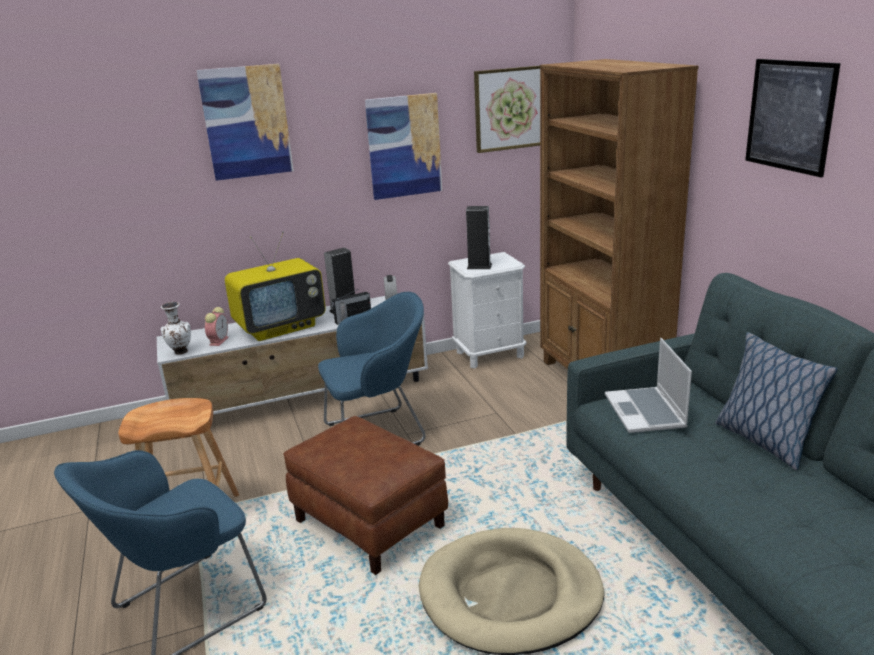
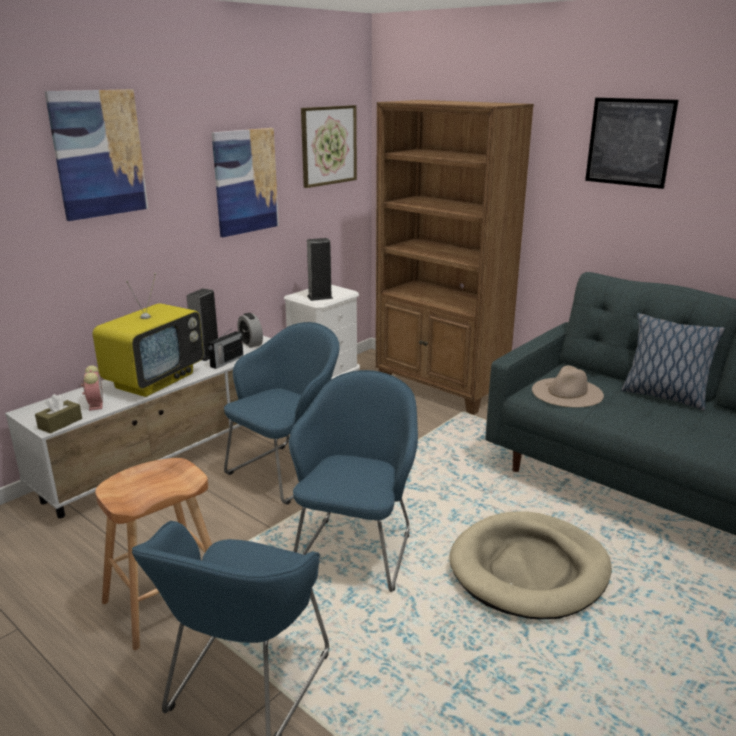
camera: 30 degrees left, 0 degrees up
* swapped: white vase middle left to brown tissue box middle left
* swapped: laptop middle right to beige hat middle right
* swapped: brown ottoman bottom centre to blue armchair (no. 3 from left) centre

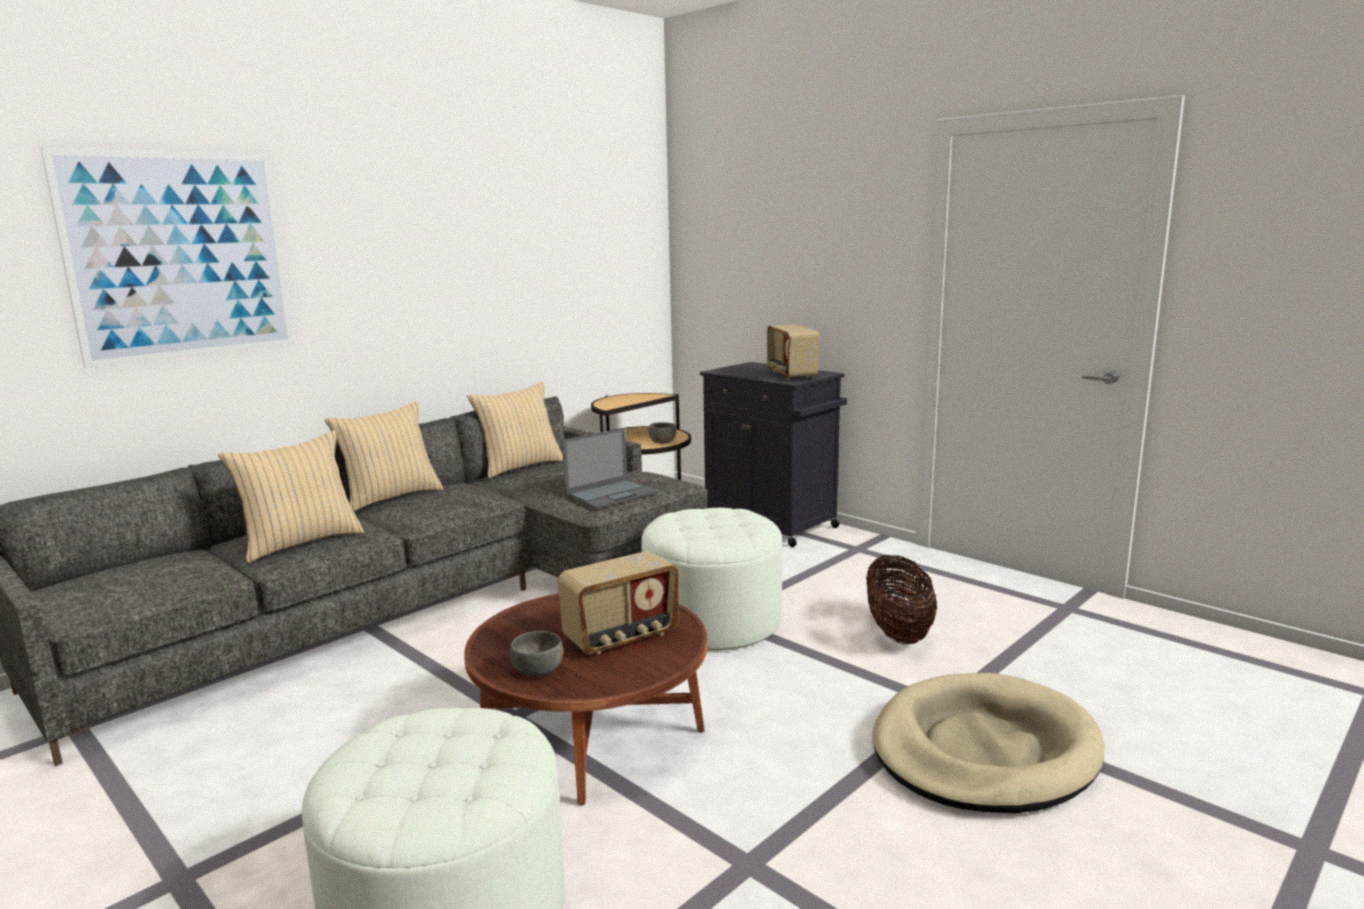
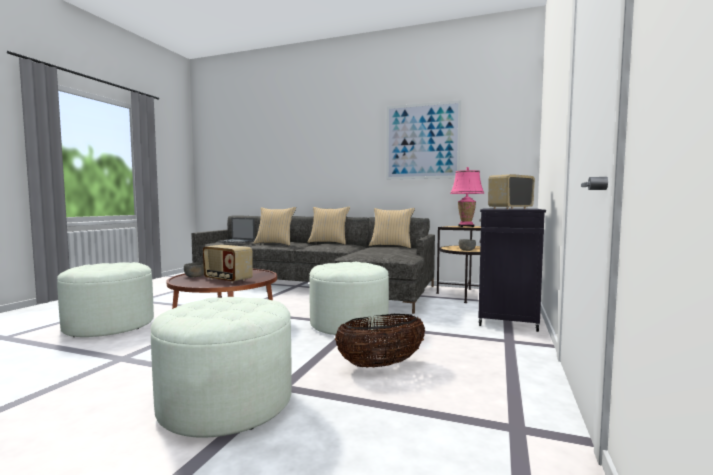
camera: 65 degrees right, 10 degrees down
* shifted: picture top left to top centre
* shifted: laptop centre to middle left
* swapped: beige dog bed bottom right to white ottoman (no. 2 from left) bottom left
* new: pink table lamp centre

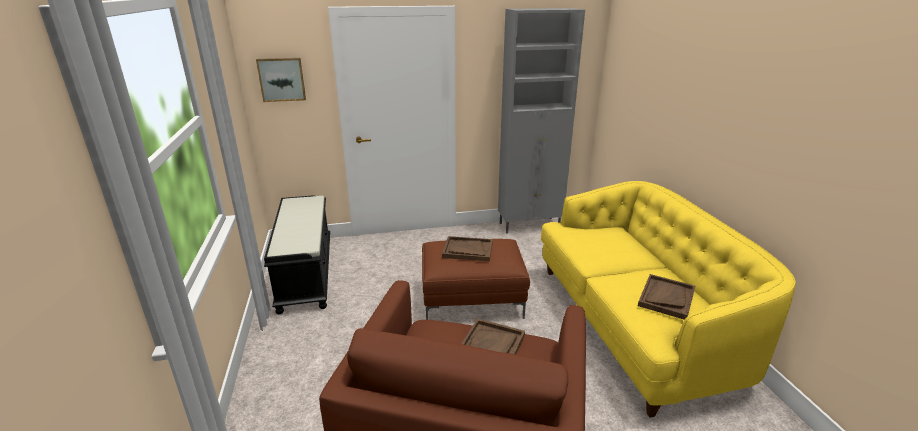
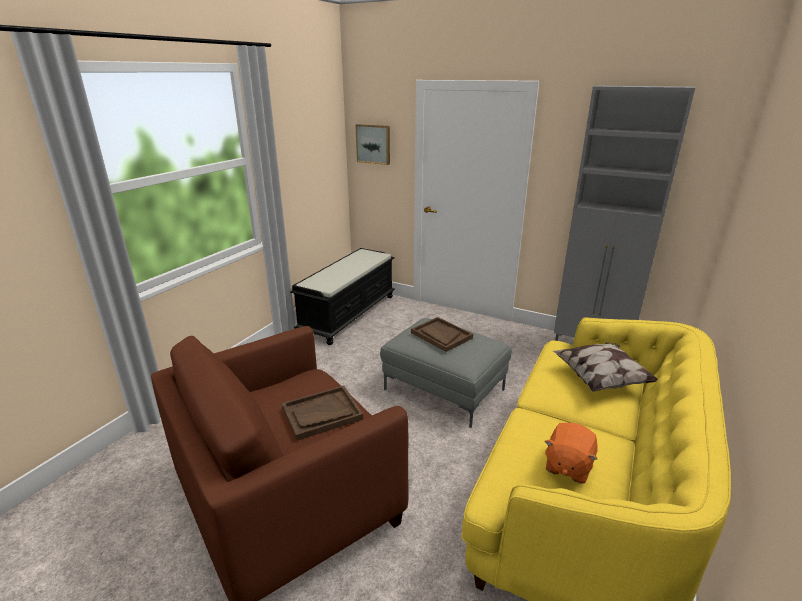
camera: 40 degrees right, 0 degrees up
* repainted: brown ottoman centre to grey ottoman centre
* swapped: brown tray (no. 3 from left) bottom right to orange plush toy bottom right
* new: pillow middle right

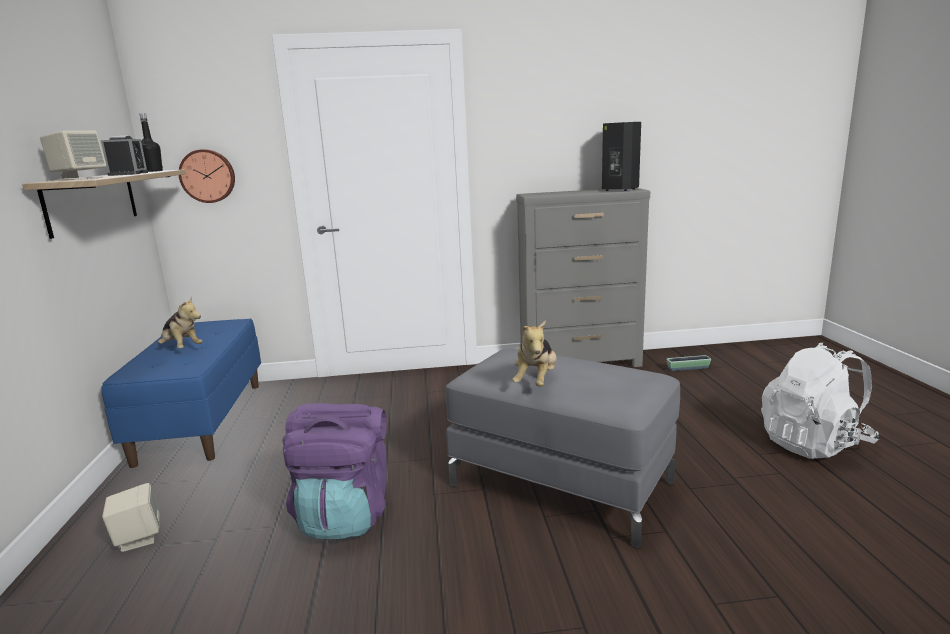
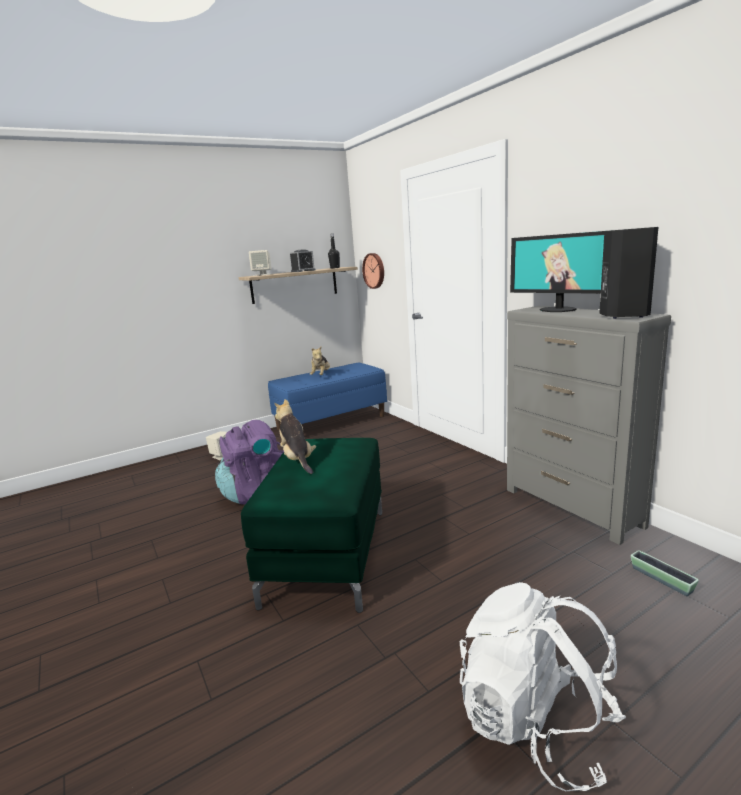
camera: 65 degrees right, 0 degrees up
* rotated: plush toy (no. 2 from left in the first image) centre = centre 75 degrees clockwise
* repainted: grey ottoman bottom centre to green ottoman centre
* new: monitor middle right

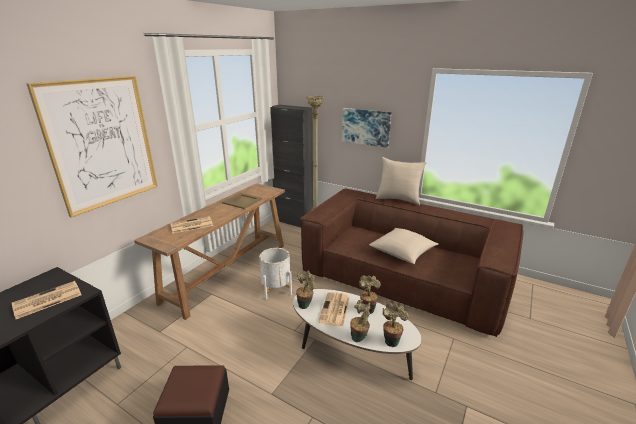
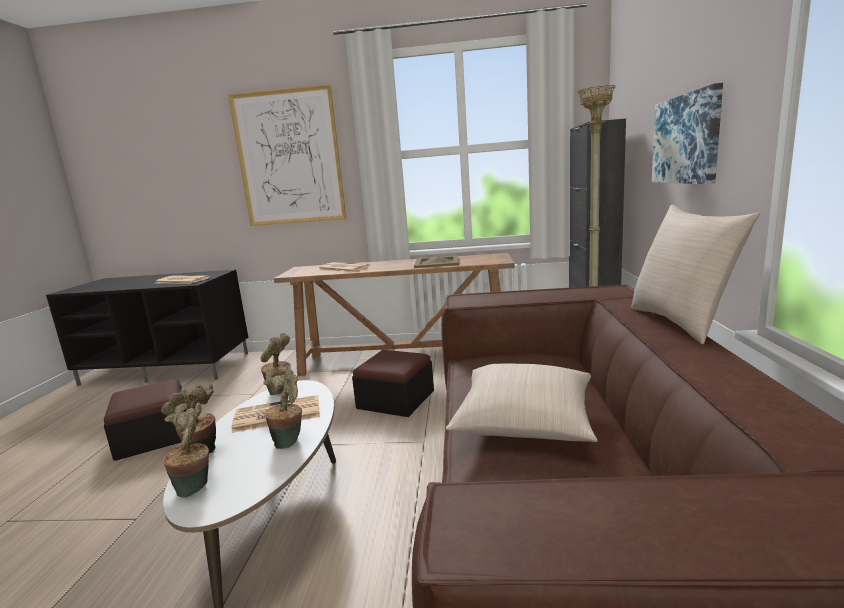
camera: 65 degrees right, 10 degrees down
* swapped: white planter centre to ottoman (no. 2 from left) centre

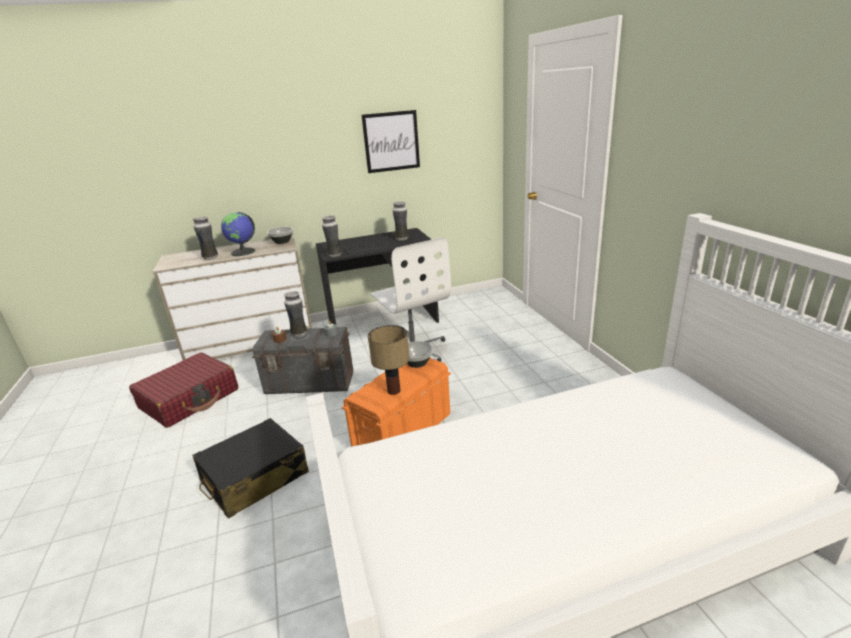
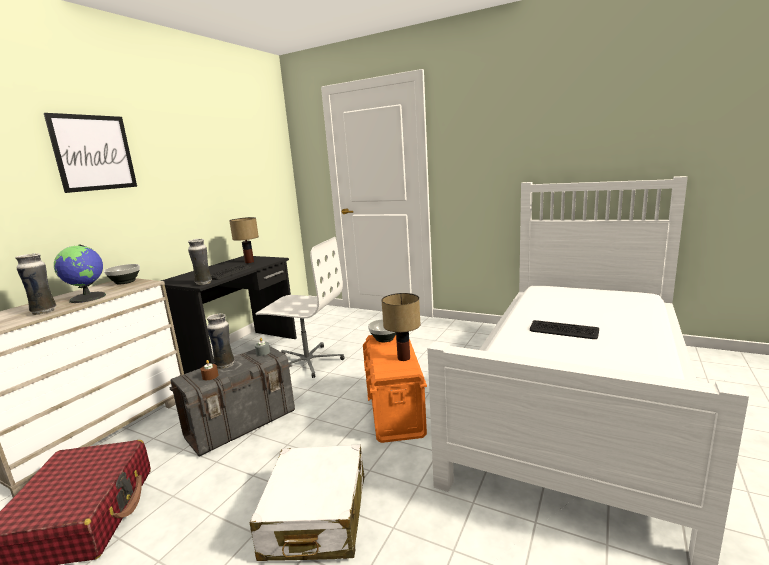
camera: 45 degrees left, 10 degrees down
* shifted: picture top centre to top left
* swapped: vase (no. 4 from left) centre to table lamp (no. 1 from left) middle left
* repainted: black suitcase bottom left to white suitcase bottom centre
* new: keyboard (no. 2 from left) middle right

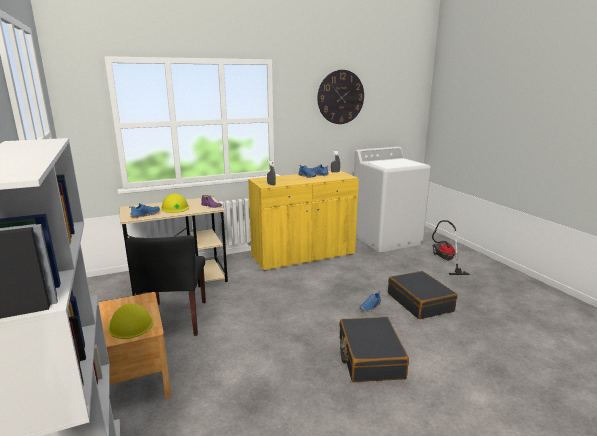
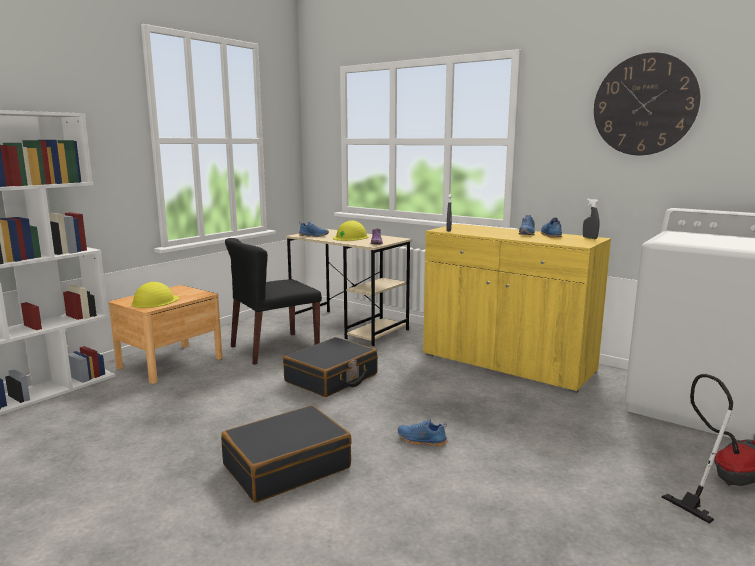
camera: 60 degrees right, 5 degrees down
* shifted: black suitcase (no. 2 from left) bottom right to centre

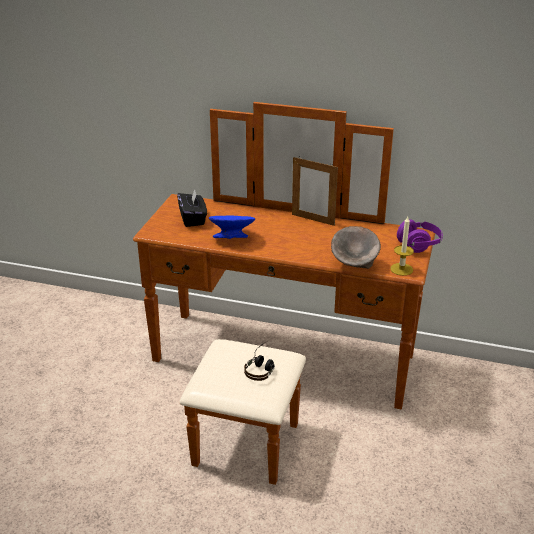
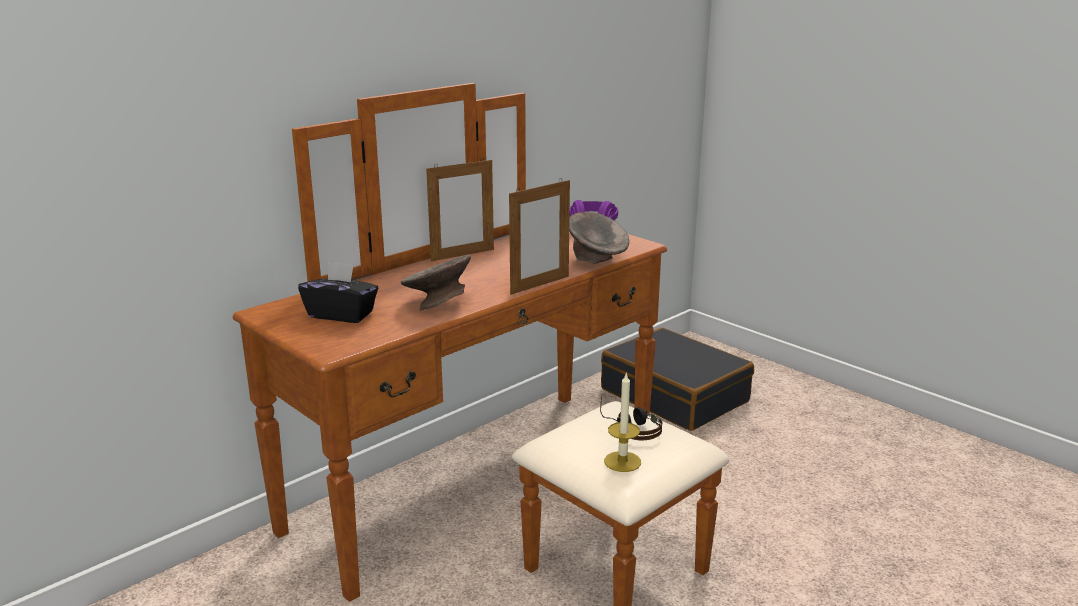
camera: 60 degrees left, 10 degrees down
* repainted: blue bowl centre to grey bowl (no. 1 from left) centre
* shifted: candle middle right to bottom centre
* new: picture frame (no. 2 from left) centre
* new: black suitcase centre

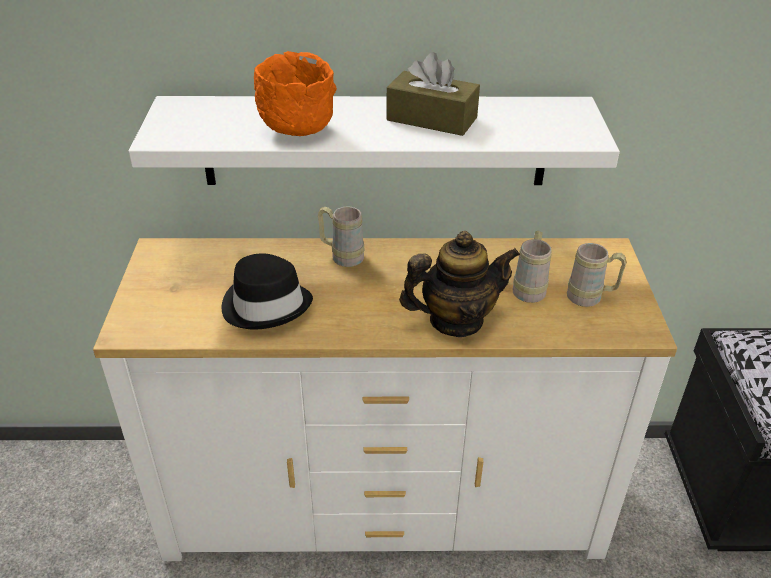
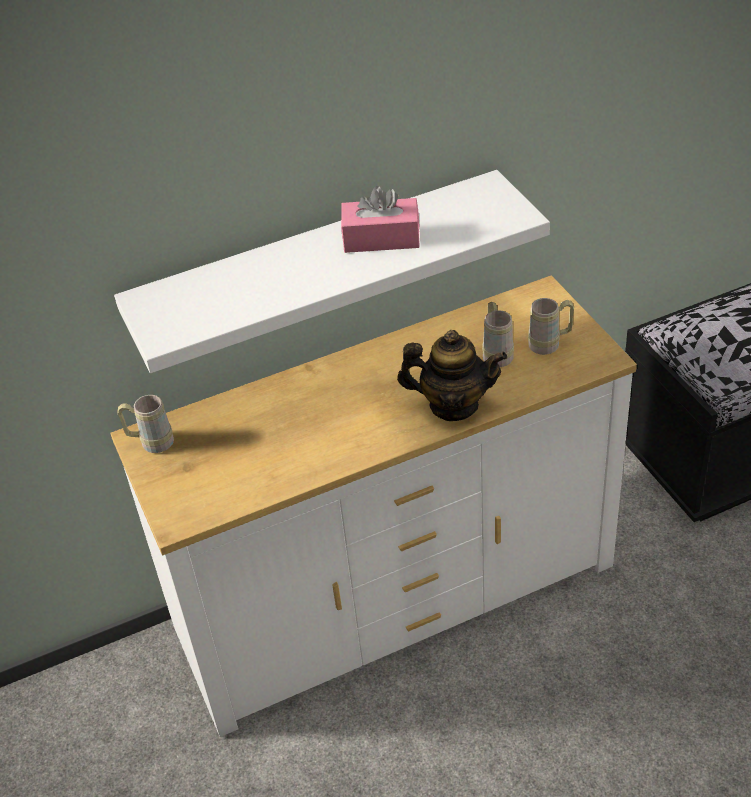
camera: 20 degrees left, 5 degrees up
* gone: orange bowl top centre
* repainted: brown tissue box top centre to pink tissue box top centre
* shifted: beige mug (no. 1 from left) centre to middle left
* rotated: teapot centre = centre 45 degrees clockwise
* gone: black hat centre

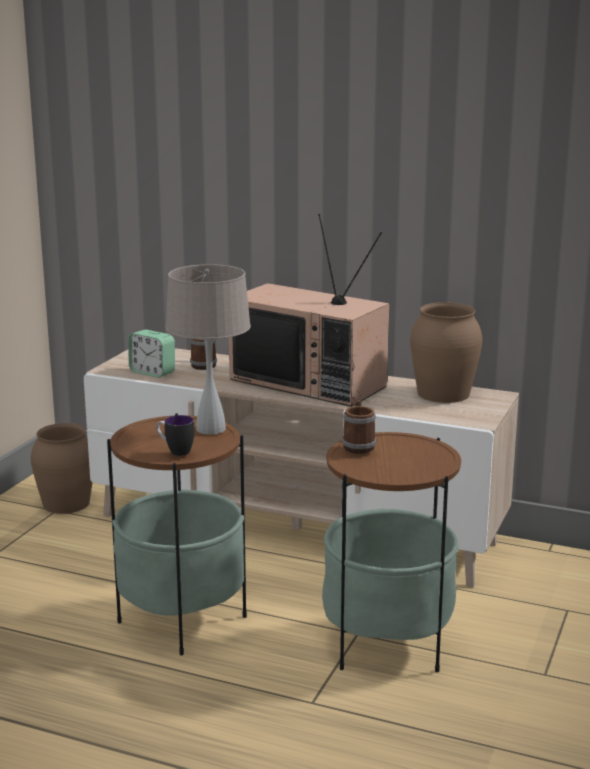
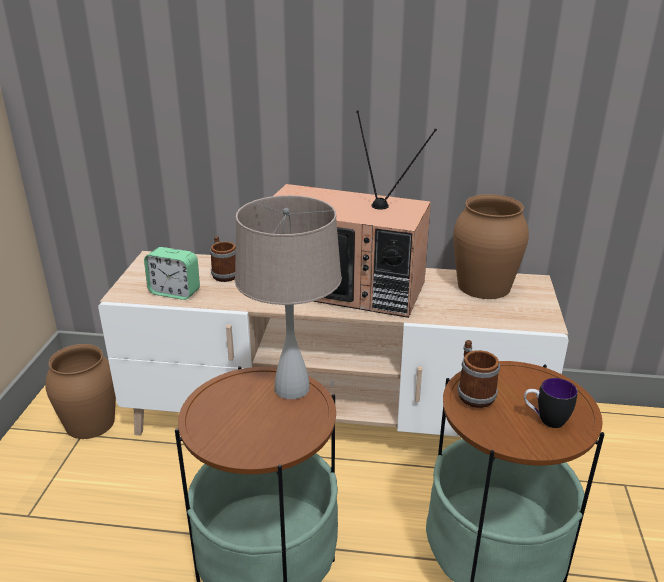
camera: 15 degrees left, 10 degrees up
* shifted: mug (no. 1 from left in the first image) middle left to mug (no. 3 from left) bottom right

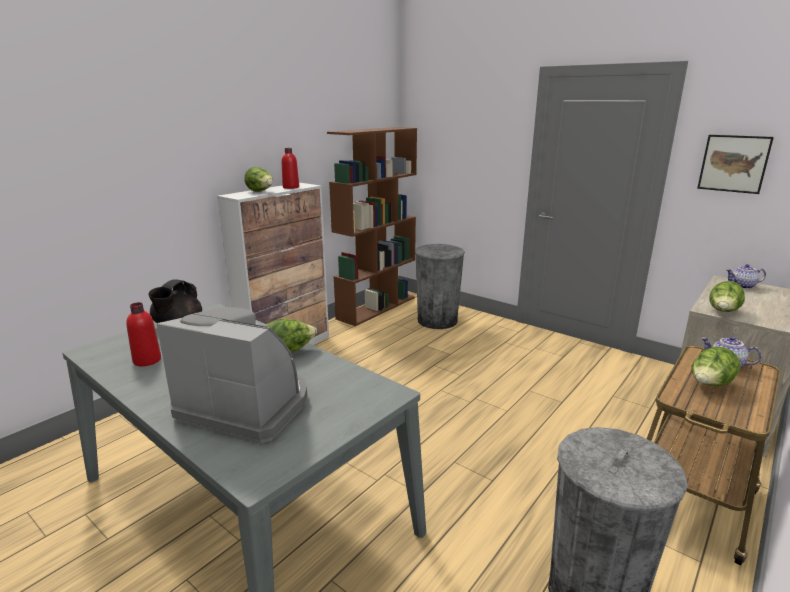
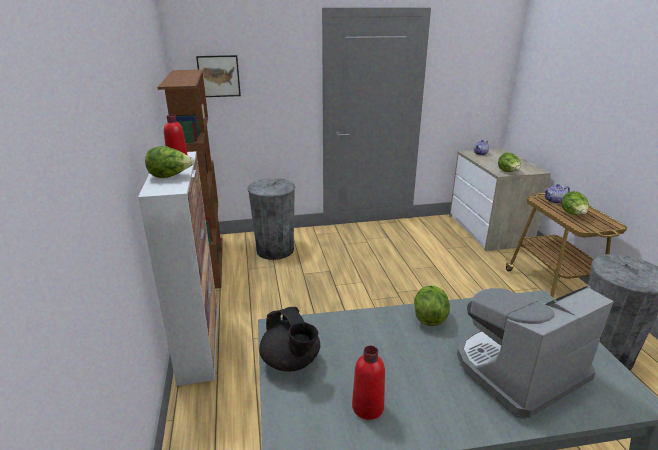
camera: 50 degrees left, 5 degrees up
* shifted: picture top right to top left

